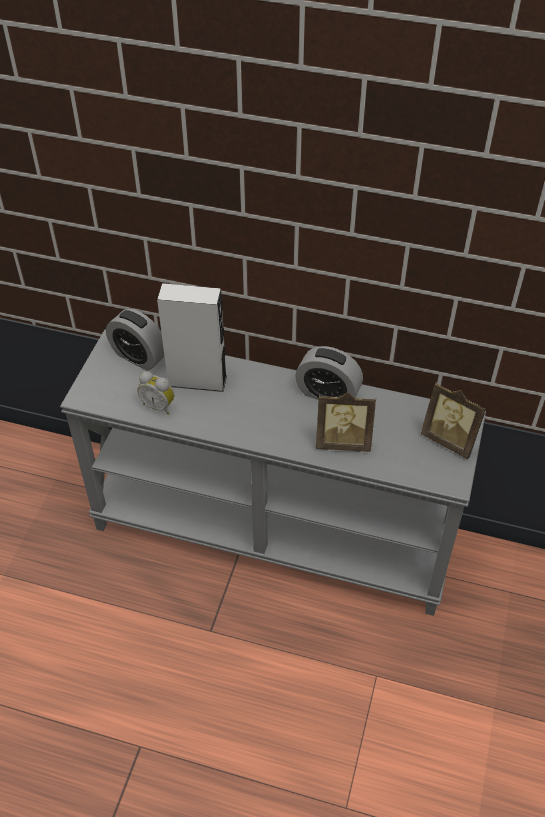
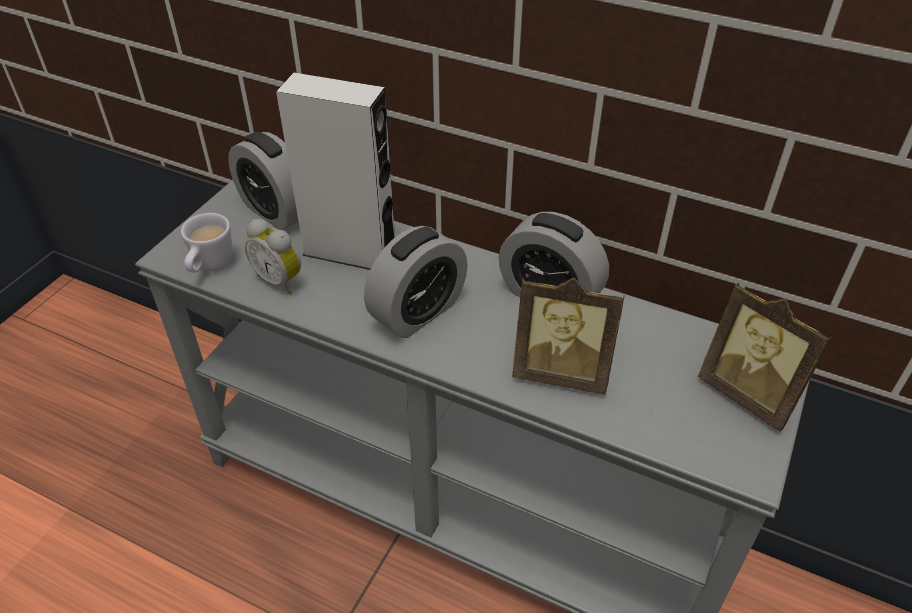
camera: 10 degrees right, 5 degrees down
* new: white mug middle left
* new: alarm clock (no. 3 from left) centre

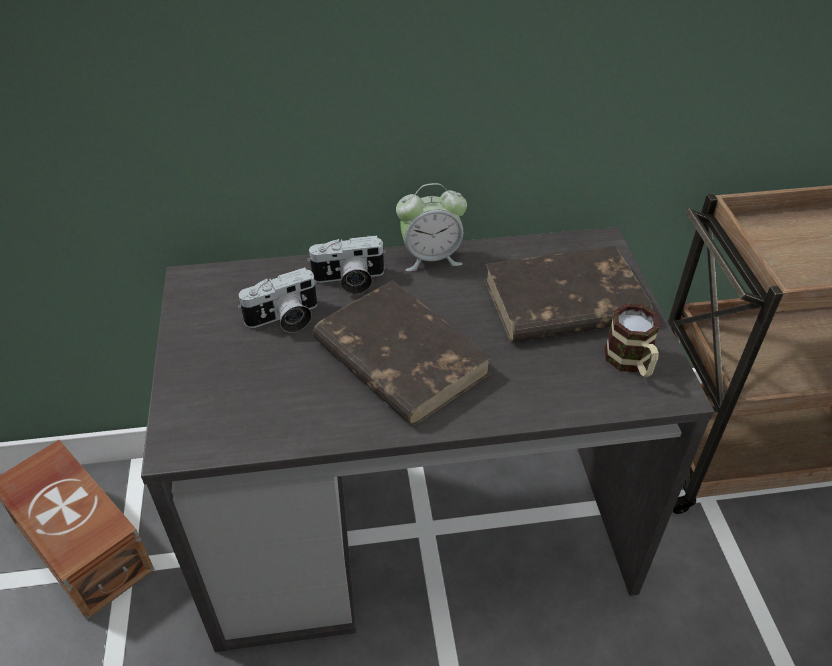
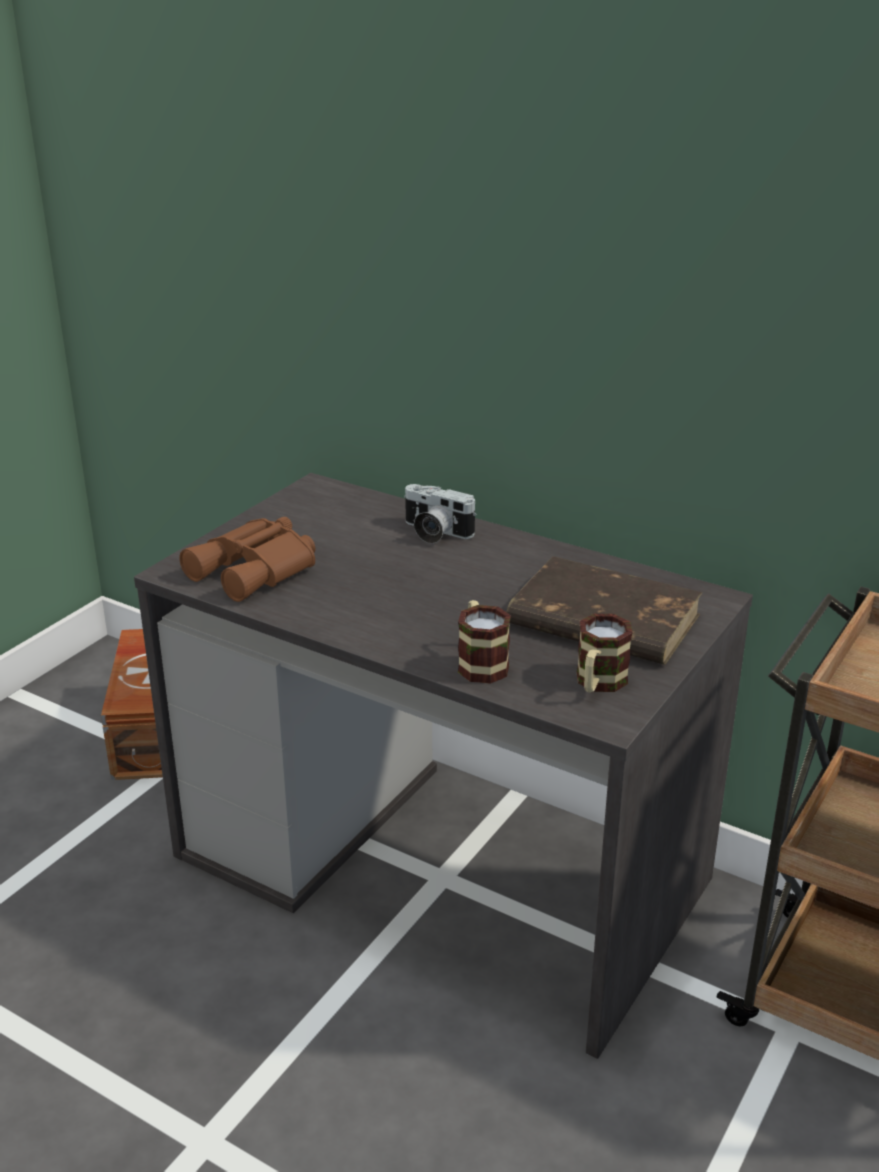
camera: 40 degrees right, 15 degrees down
* gone: alarm clock centre
* gone: photo camera (no. 1 from left) middle left
* gone: brown book (no. 1 from left) centre
* new: brown binoculars middle left
* new: mug (no. 1 from left) centre

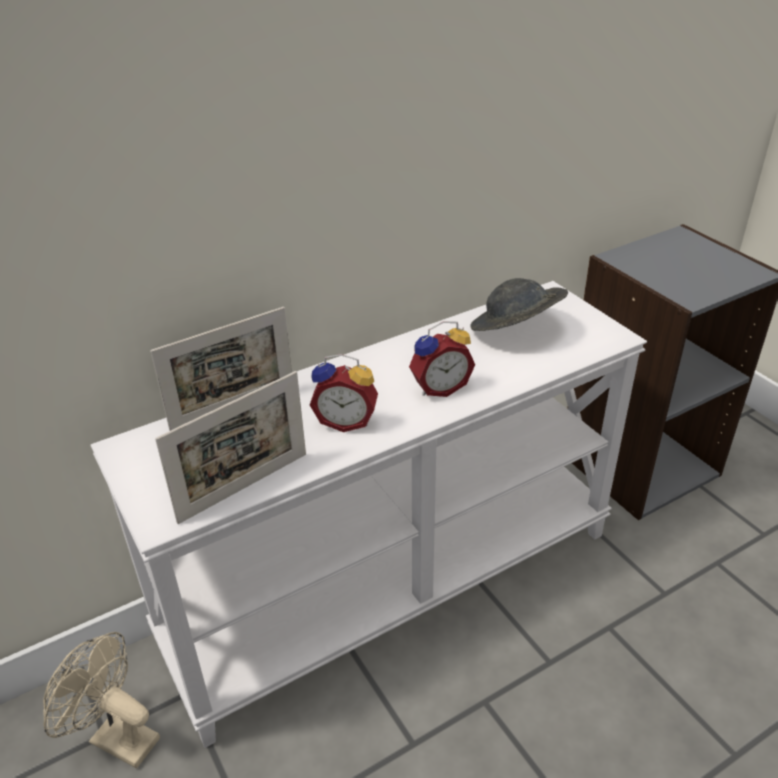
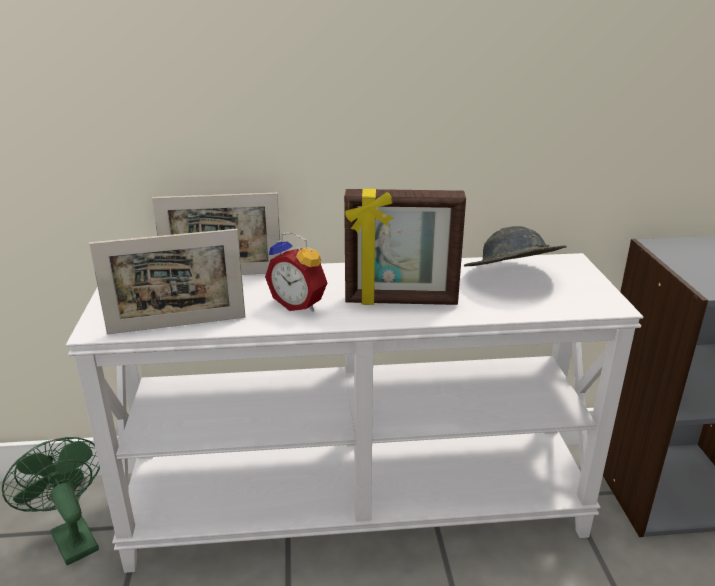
camera: 25 degrees right, 10 degrees down
* swapped: alarm clock (no. 2 from left) centre to picture frame (no. 3 from left) centre
* repainted: beige fan bottom left to green fan bottom left

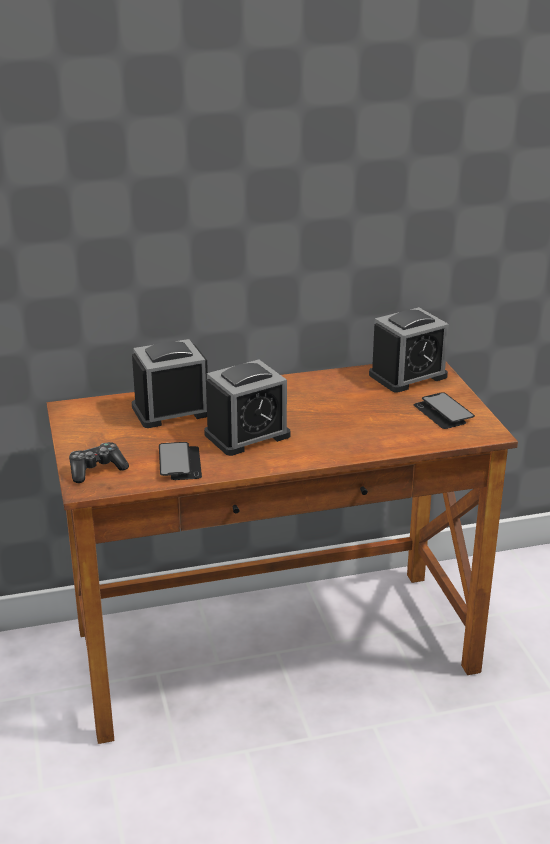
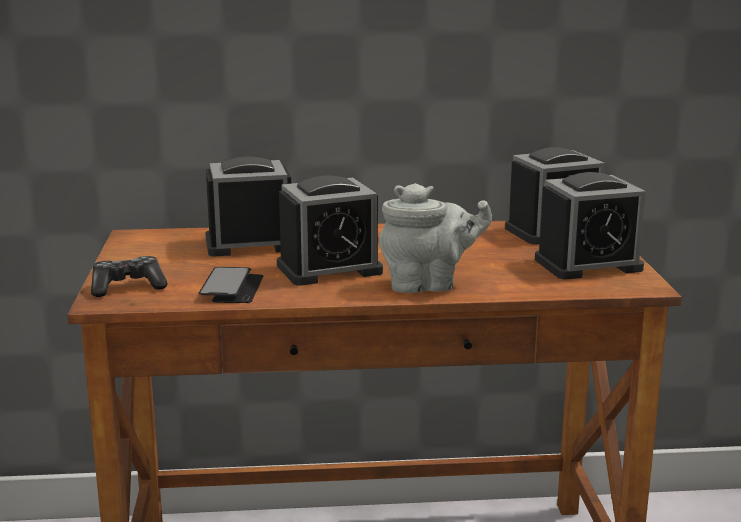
camera: 10 degrees right, 10 degrees down
* swapped: phone (no. 2 from left) middle right to alarm clock (no. 4 from left) middle right
* new: grey teapot centre

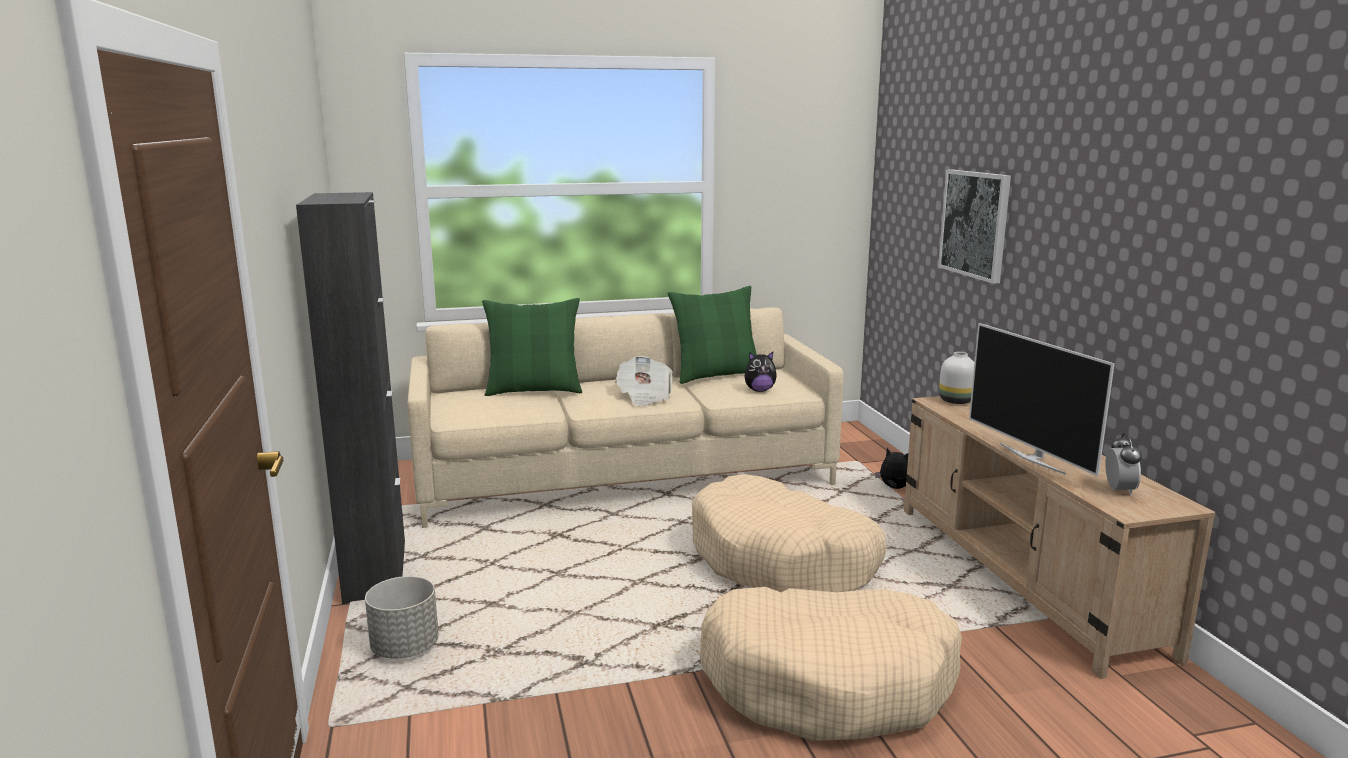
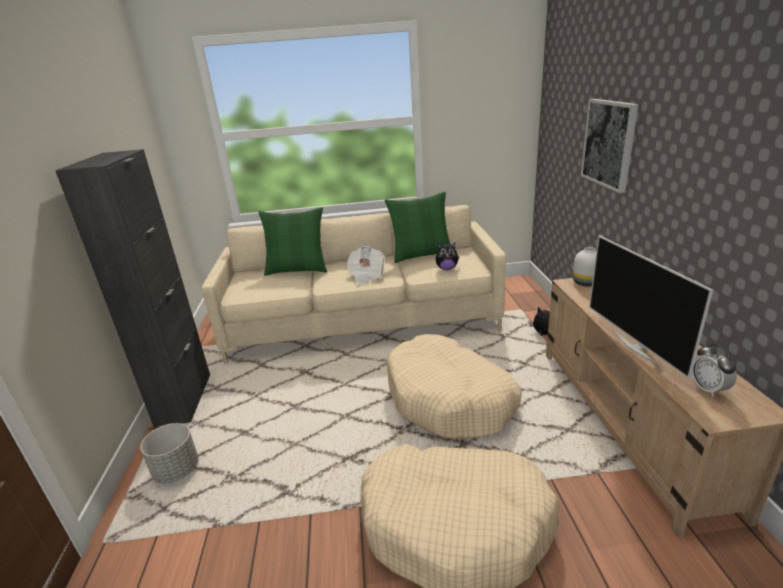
camera: 10 degrees right, 10 degrees up
* rotated: alarm clock middle right = middle right 150 degrees clockwise

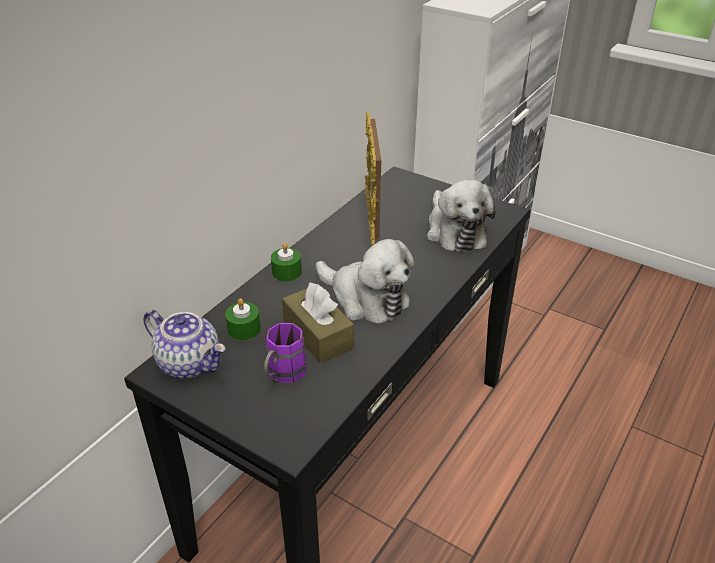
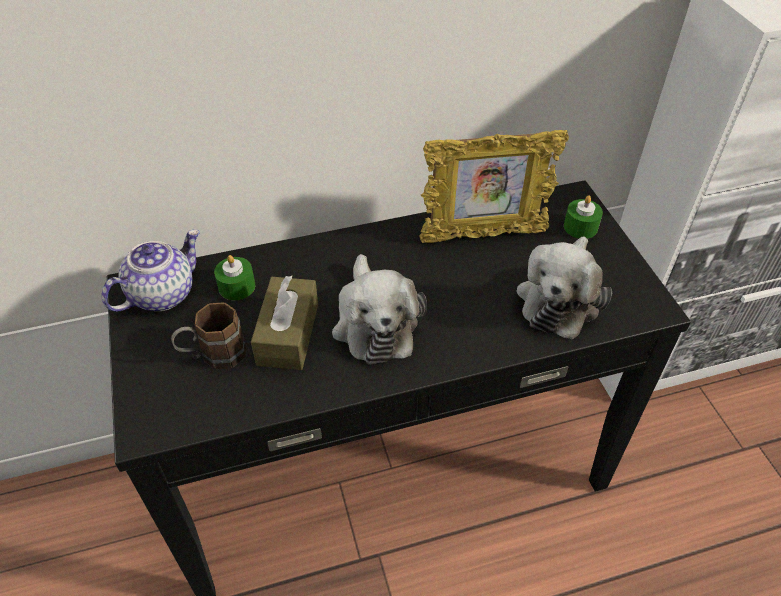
camera: 40 degrees right, 10 degrees up
* rotated: picture frame top centre = top centre 135 degrees counterclockwise
* shifted: green candle (no. 2 from left) centre to middle right
* rotated: teapot middle left = middle left 120 degrees counterclockwise
* repainted: purple mug centre to brown mug middle left

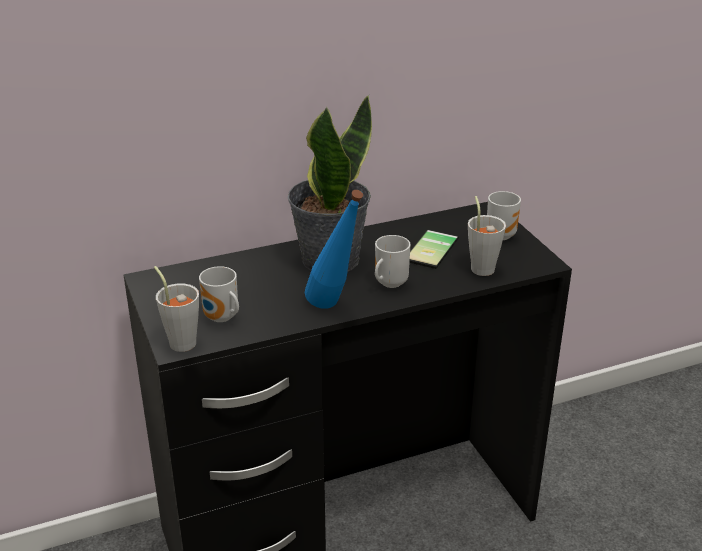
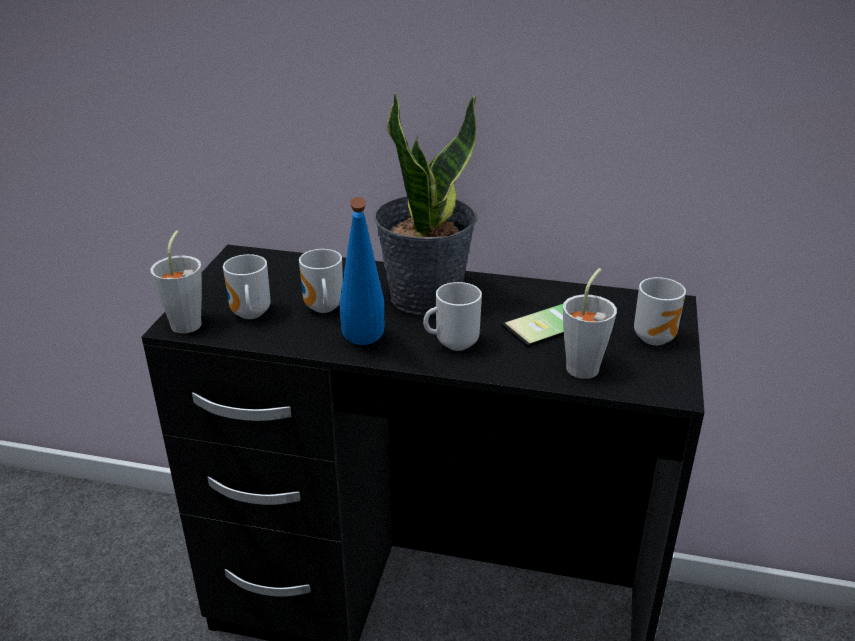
camera: 35 degrees right, 0 degrees up
* new: mug (no. 2 from left) centre

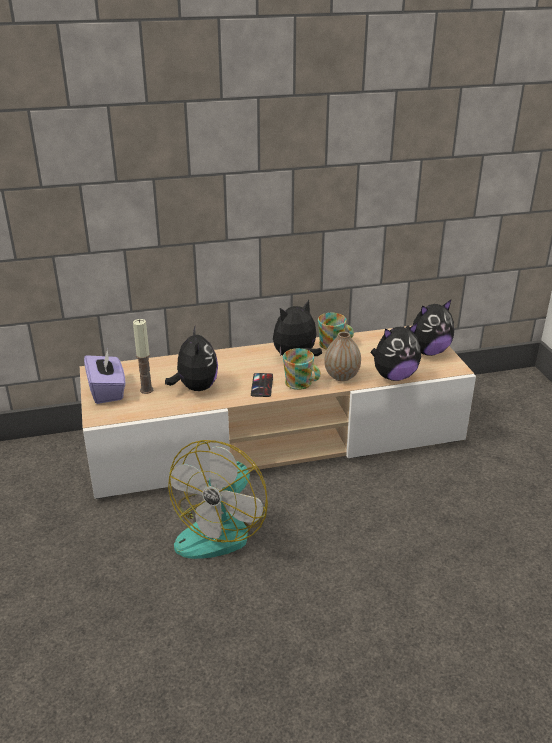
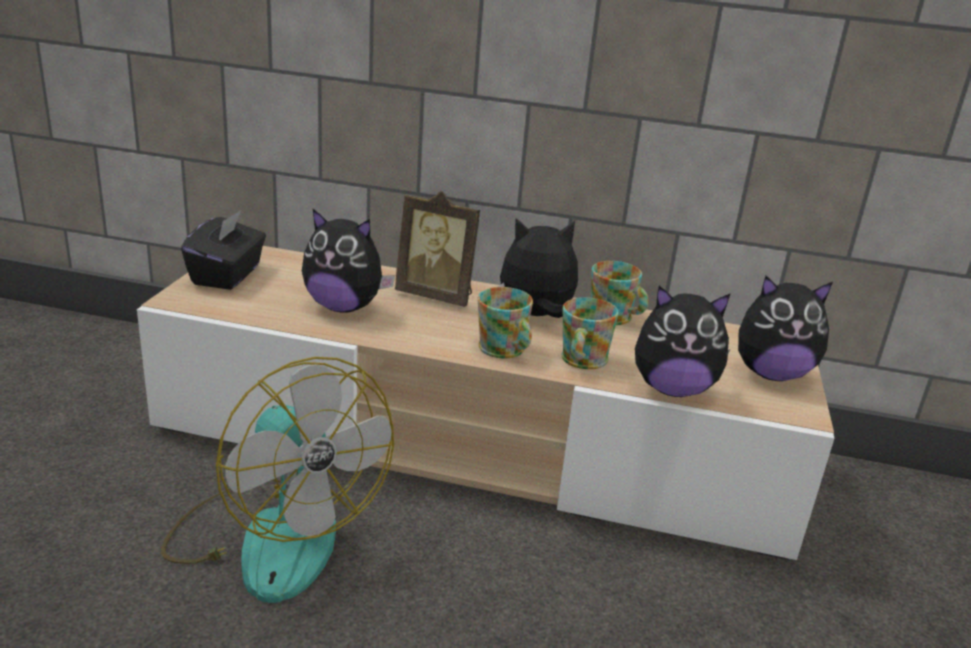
camera: 25 degrees right, 5 degrees down
* gone: candle middle left
* rotated: plush toy (no. 1 from left) centre = centre 90 degrees clockwise
* swapped: vase centre to mug (no. 2 from left) centre
* repainted: purple tissue box middle left to black tissue box middle left
* gone: phone centre
* rotated: fan bottom centre = bottom left 90 degrees counterclockwise
* new: picture frame centre

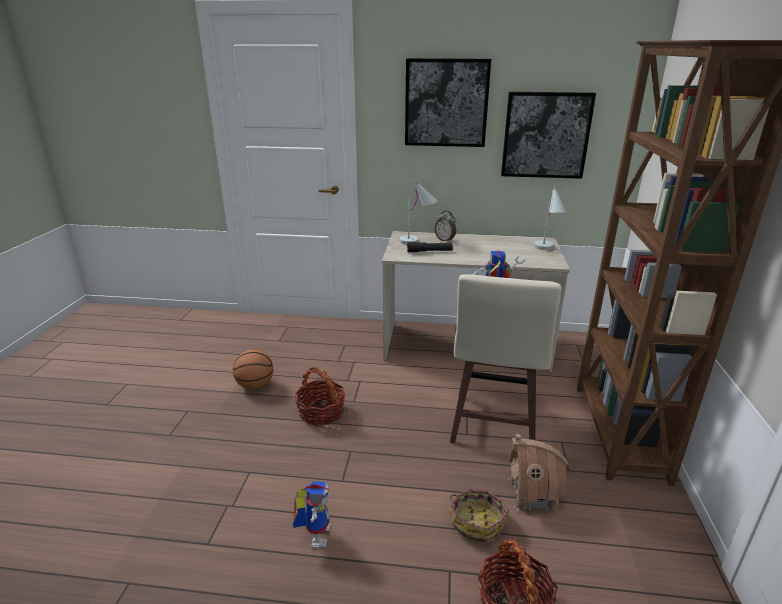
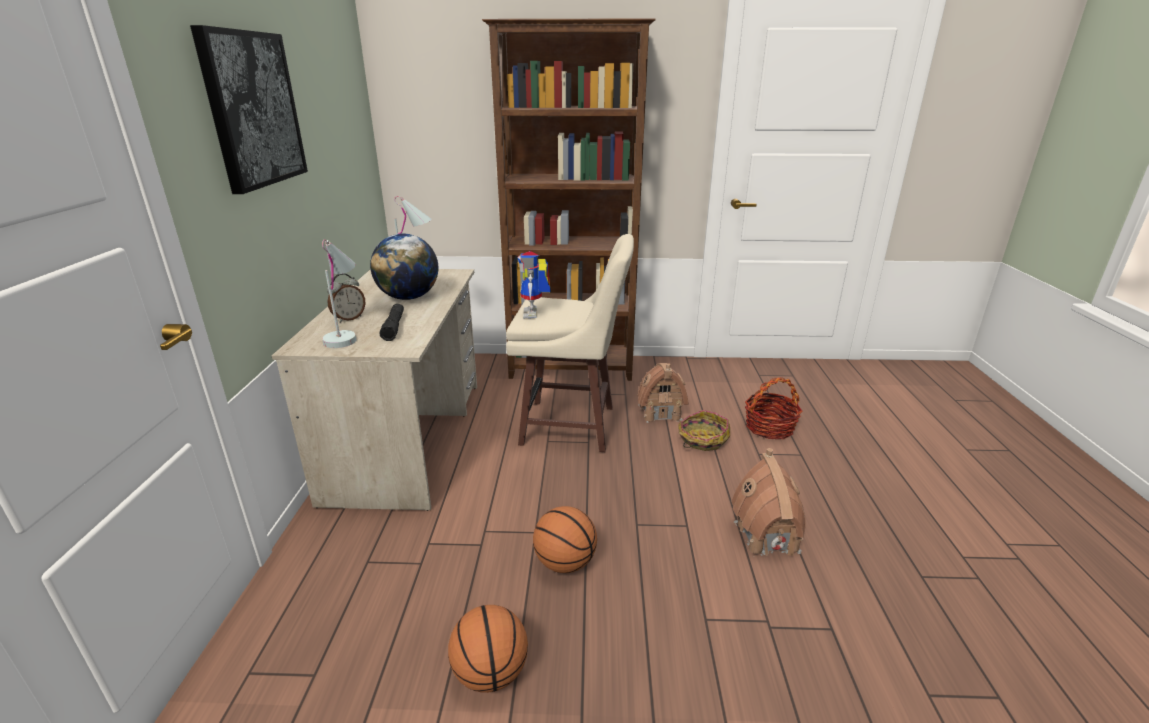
camera: 95 degrees left, 0 degrees up
* gone: picture (no. 2 from left) top right
* swapped: basket (no. 1 from left) centre to basketball (no. 2 from left) bottom centre
* swapped: toy robot (no. 1 from left) bottom centre to toy house (no. 2 from left) bottom right
* new: globe centre

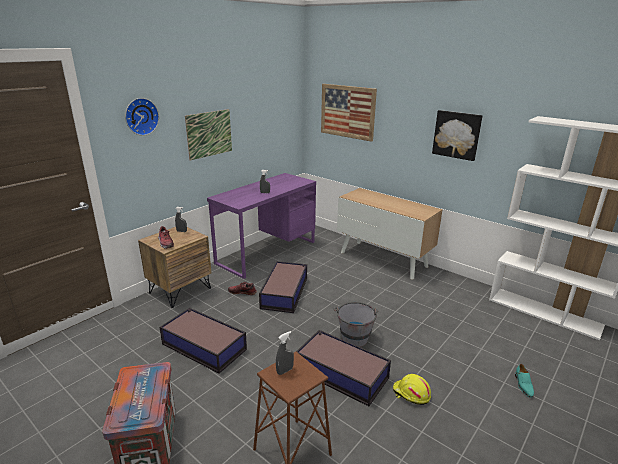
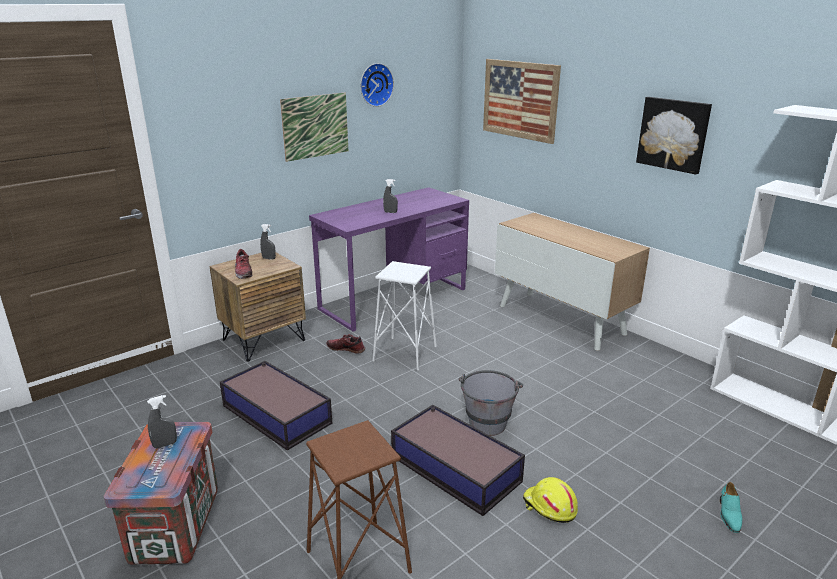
camera: 10 degrees right, 0 degrees up
* shifted: wall clock top left to top centre
* swapped: storage box (no. 2 from left) centre to white stool centre
* shifted: grey spray bottle (no. 3 from left in the first image) bottom centre to grey spray bottle (no. 1 from left) bottom left

